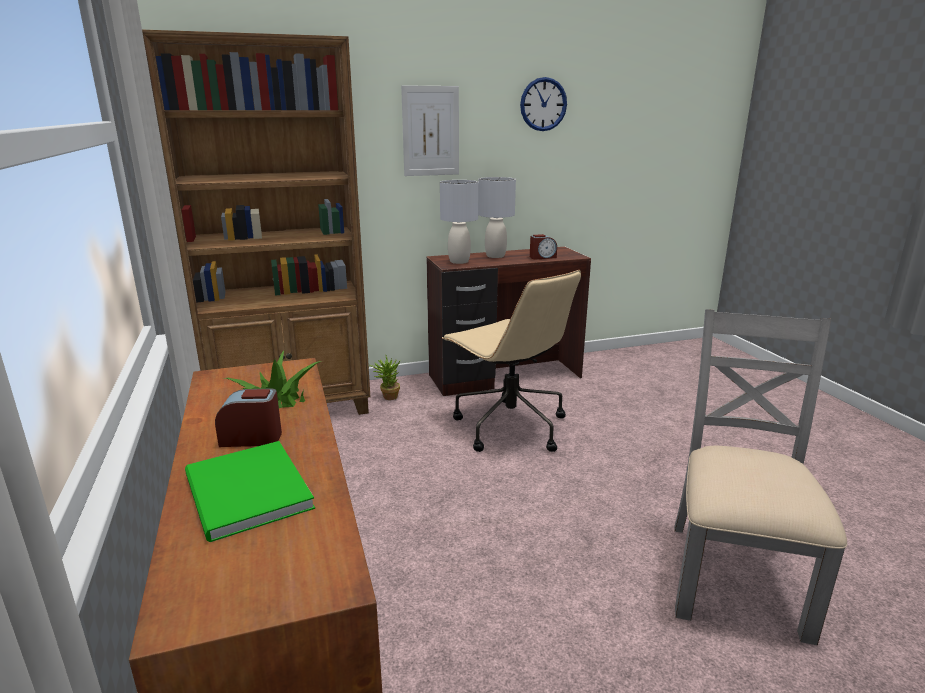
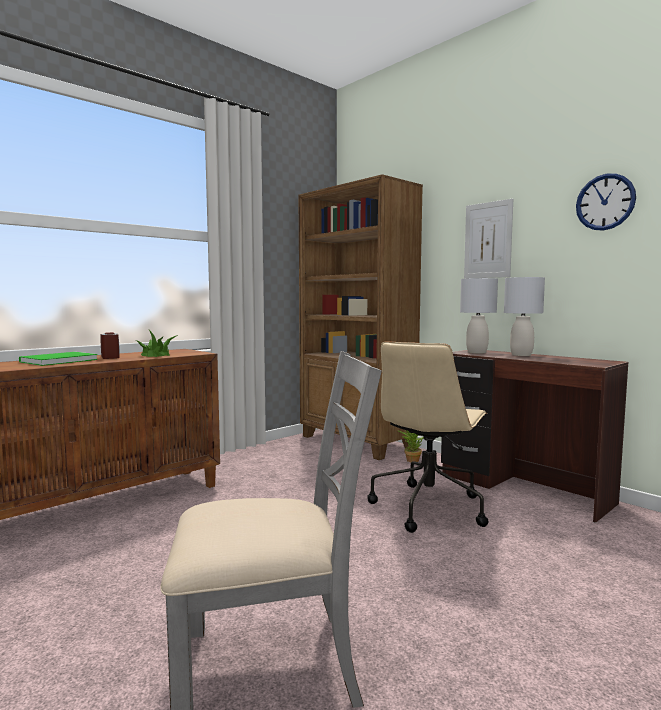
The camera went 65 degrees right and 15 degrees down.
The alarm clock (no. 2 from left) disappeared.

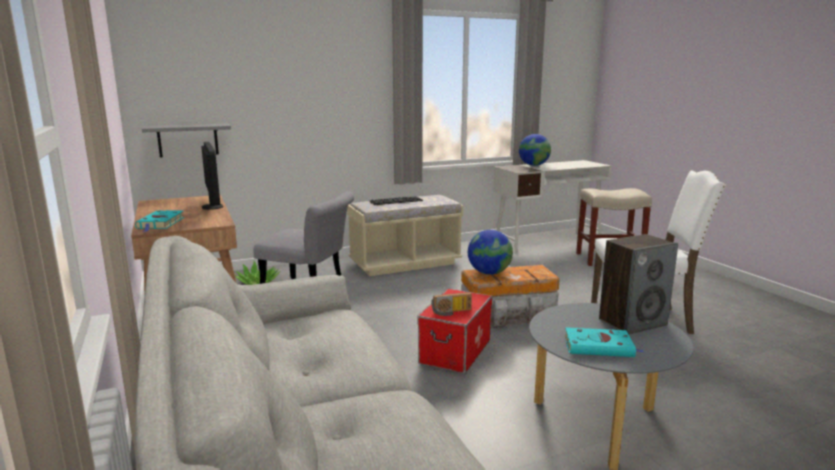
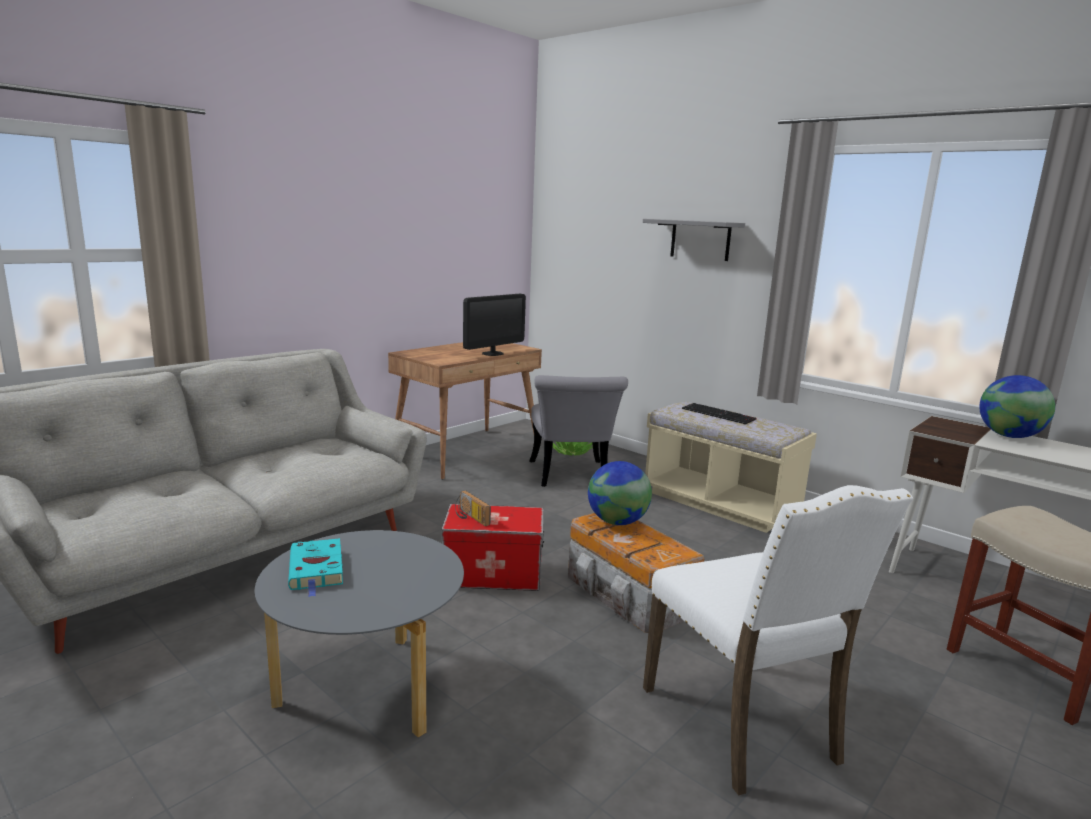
The camera went 65 degrees right and 0 degrees up.
The turquoise book (no. 1 from left) disappeared.
The audio speaker disappeared.
The gray shelf moved.

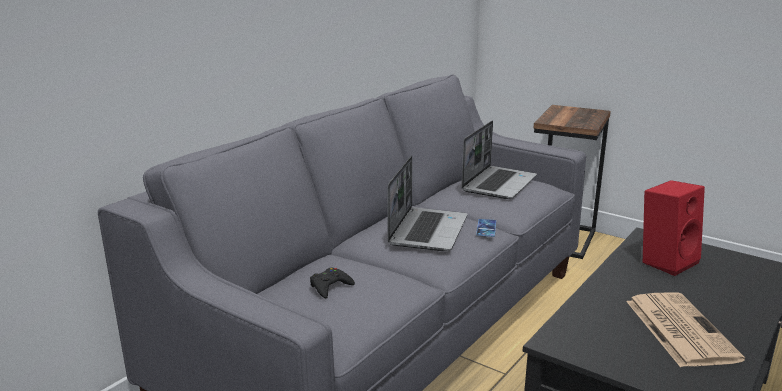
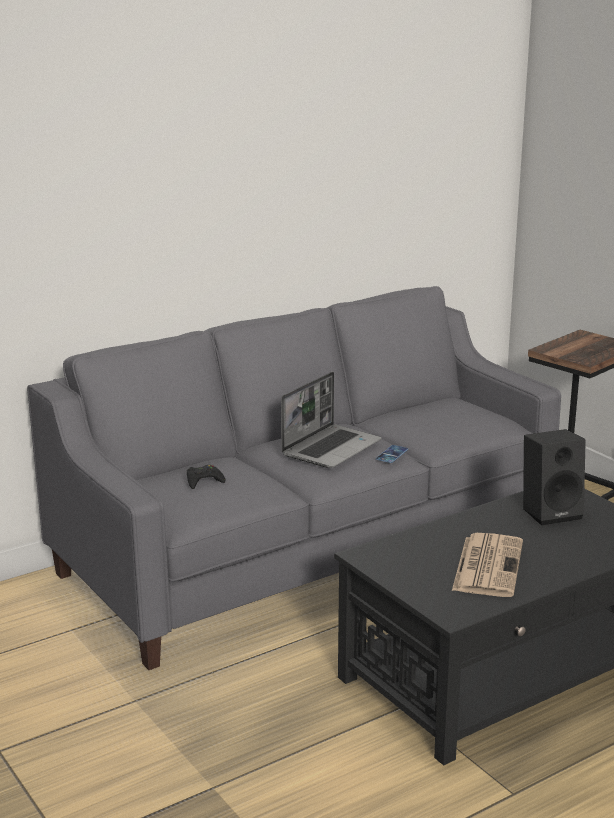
The camera went 20 degrees right and 0 degrees up.
The portable computer (no. 2 from left) disappeared.
The red-coloured audio speaker became the blackish audio speaker.

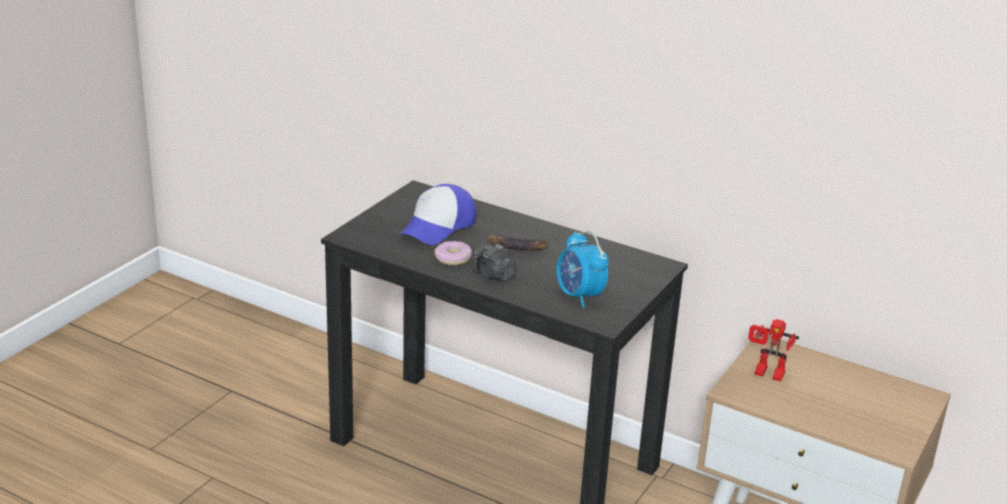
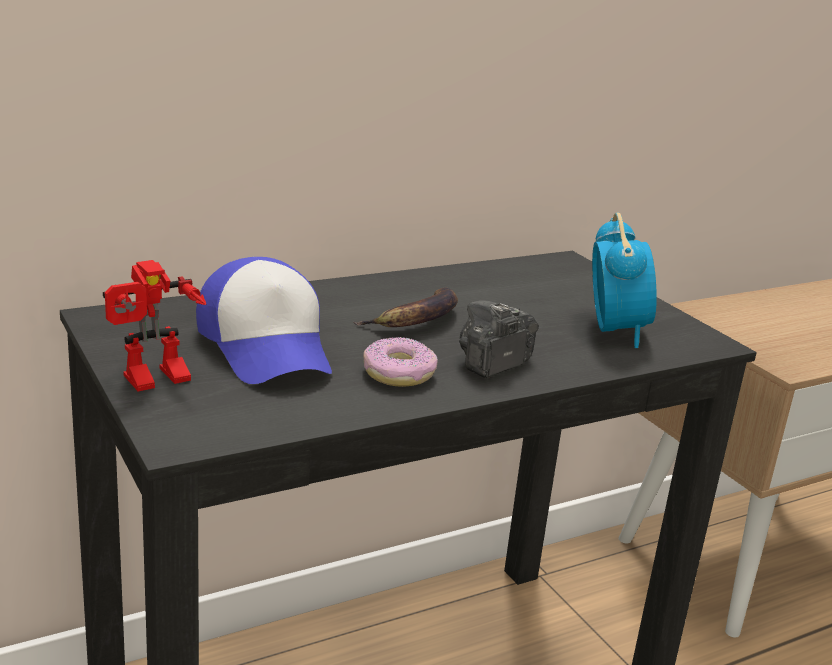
The camera went 60 degrees left and 5 degrees down.
The robot figure moved.
The photo camera turned 150 degrees clockwise.
The alarm clock turned 90 degrees counterclockwise.

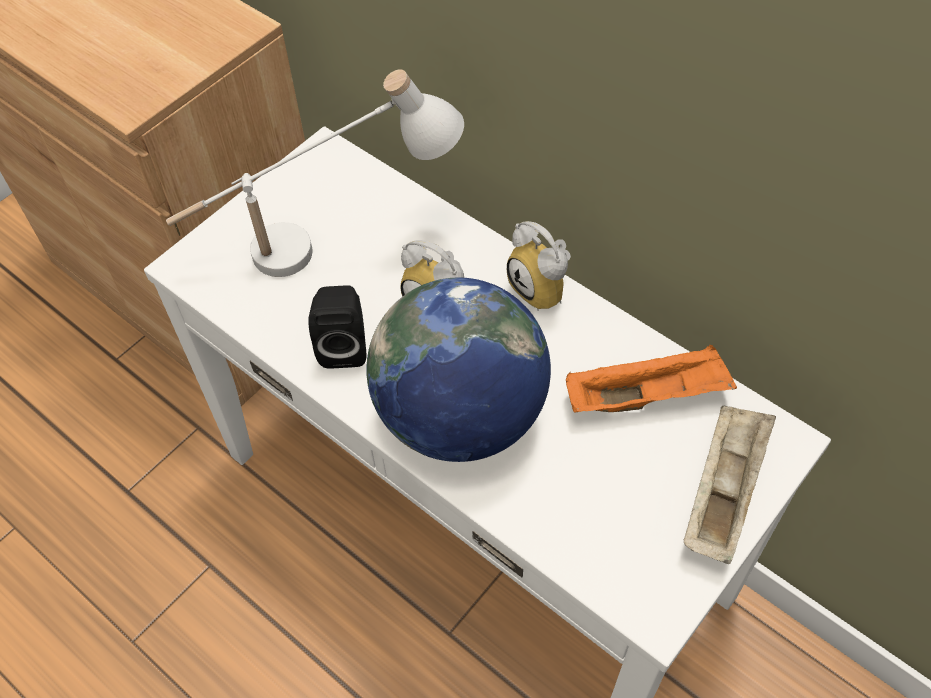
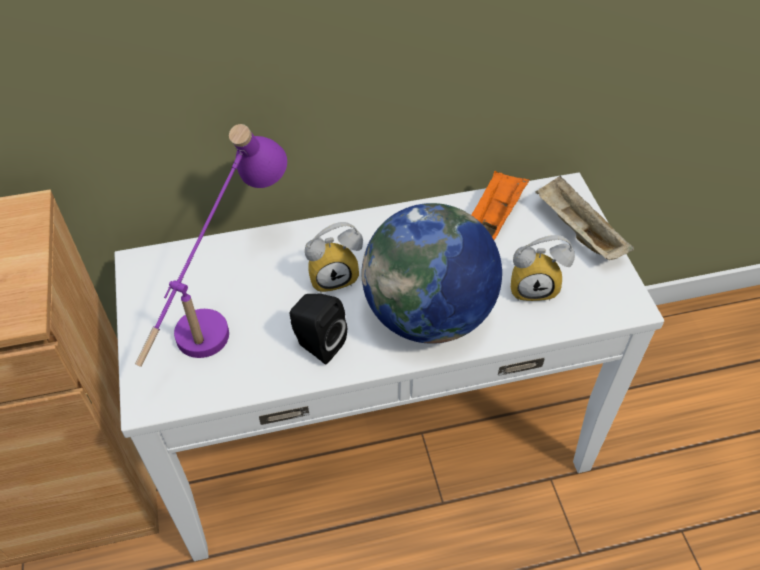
The camera went 55 degrees left and 5 degrees down.
The alarm clock (no. 2 from left) moved.
The whitish tabletop lamp became the purple-coloured tabletop lamp.

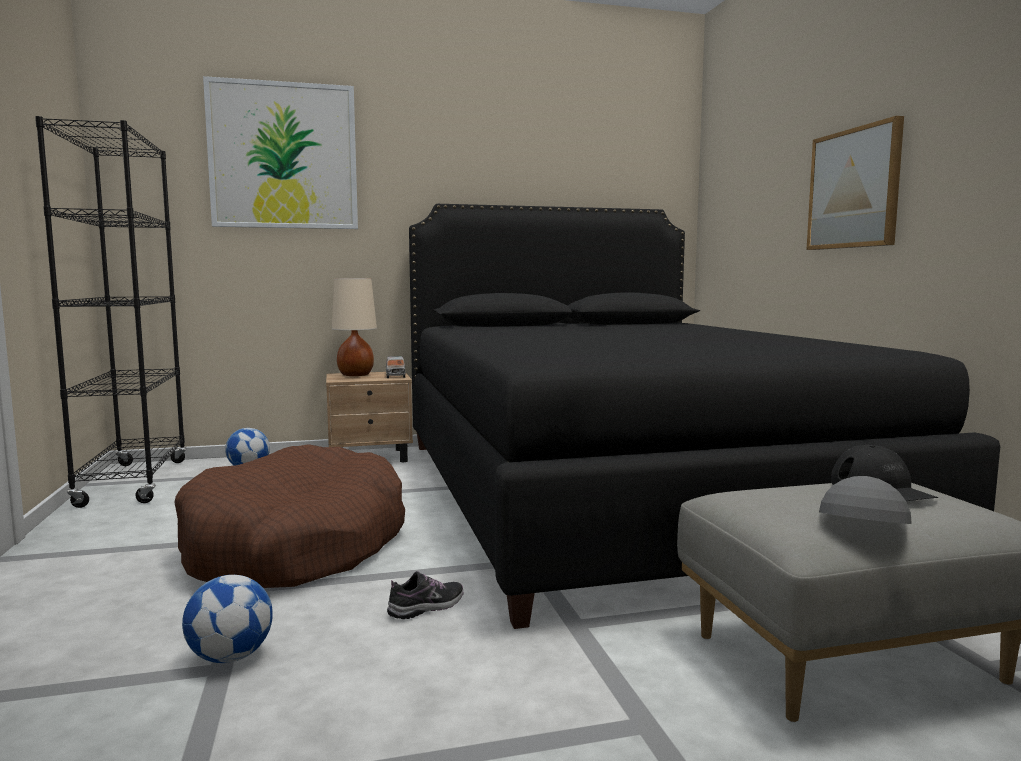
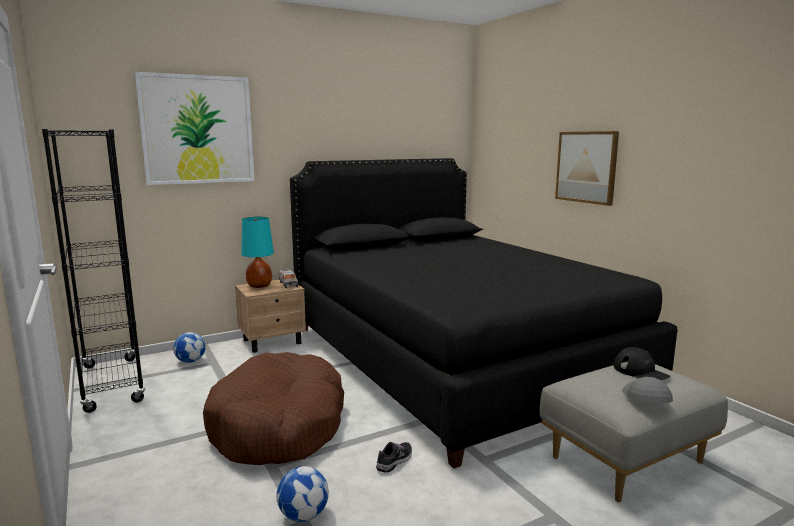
The camera went 15 degrees left and 5 degrees up.
The beige-coloured tabletop lamp became the turquoise tabletop lamp.

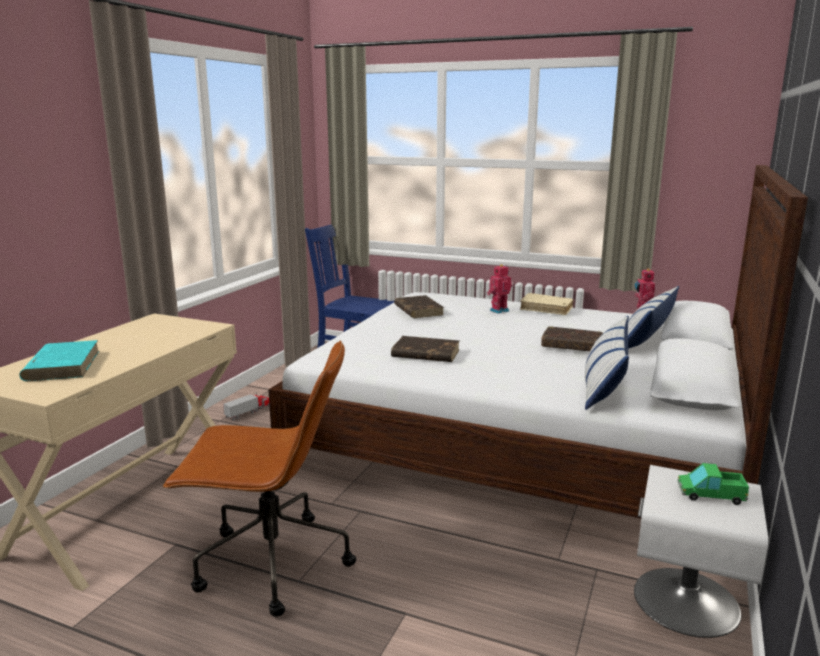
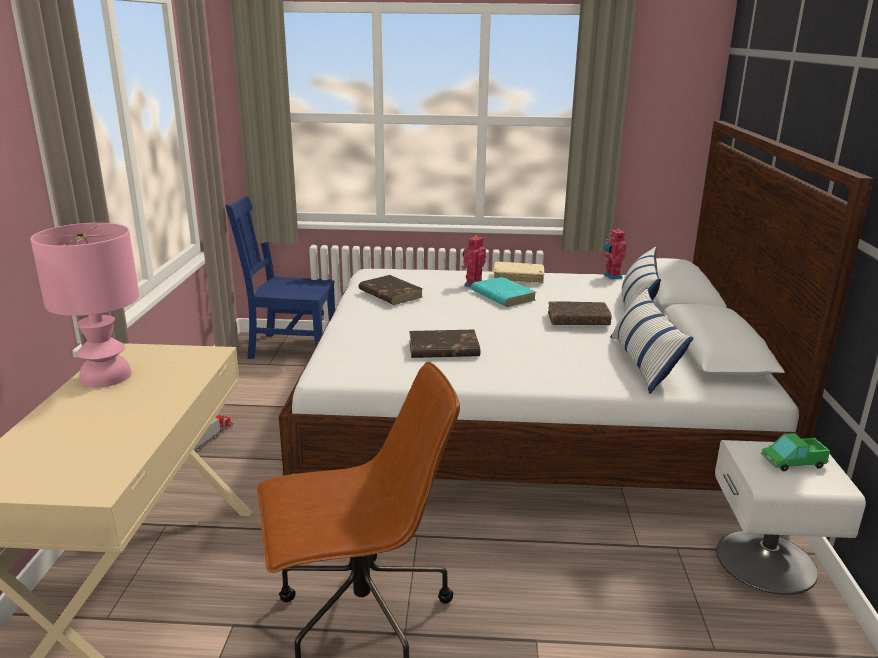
The camera went 20 degrees left and 5 degrees up.
The pink-coloured tabletop lamp appeared.
The turquoise book moved.

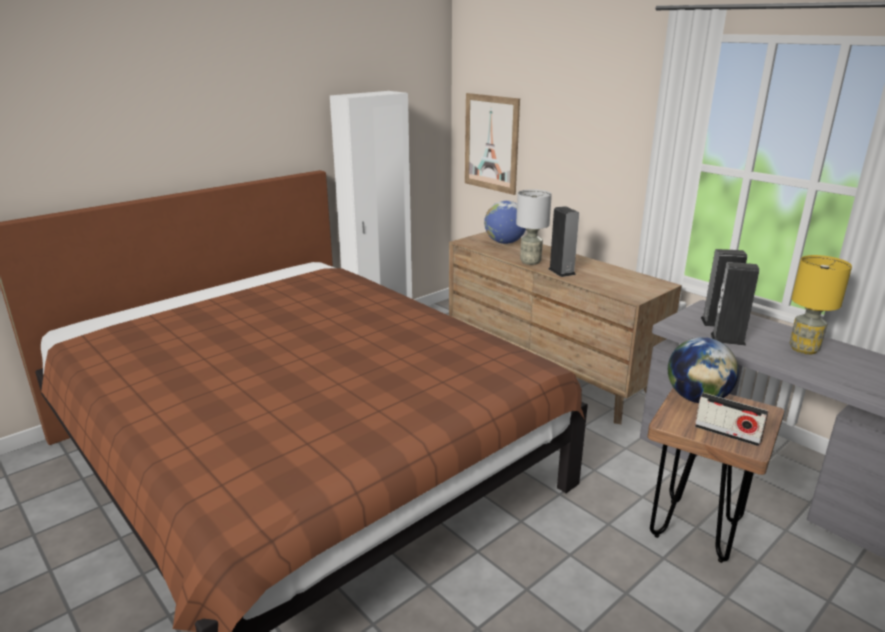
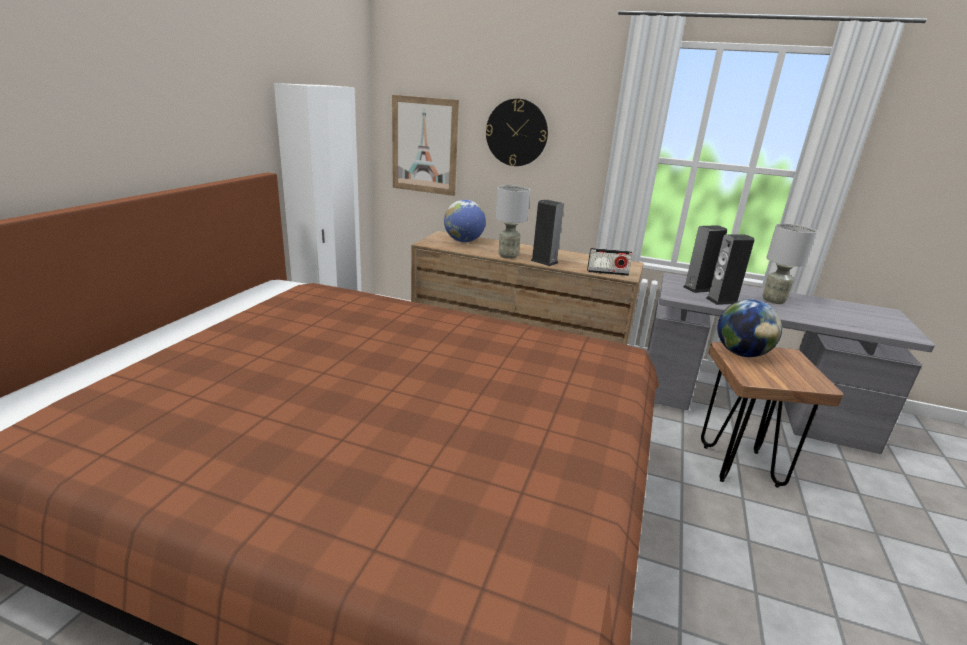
The camera went 30 degrees left and 0 degrees up.
The wall clock appeared.
The radio set moved.
The yellowish tabletop lamp became the gray tabletop lamp (no. 2 from left).

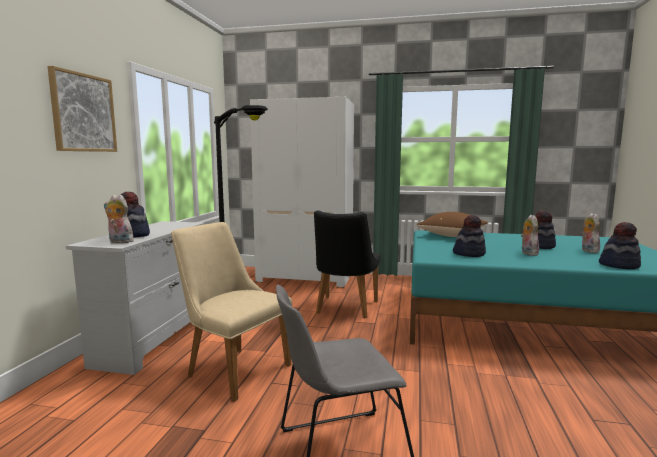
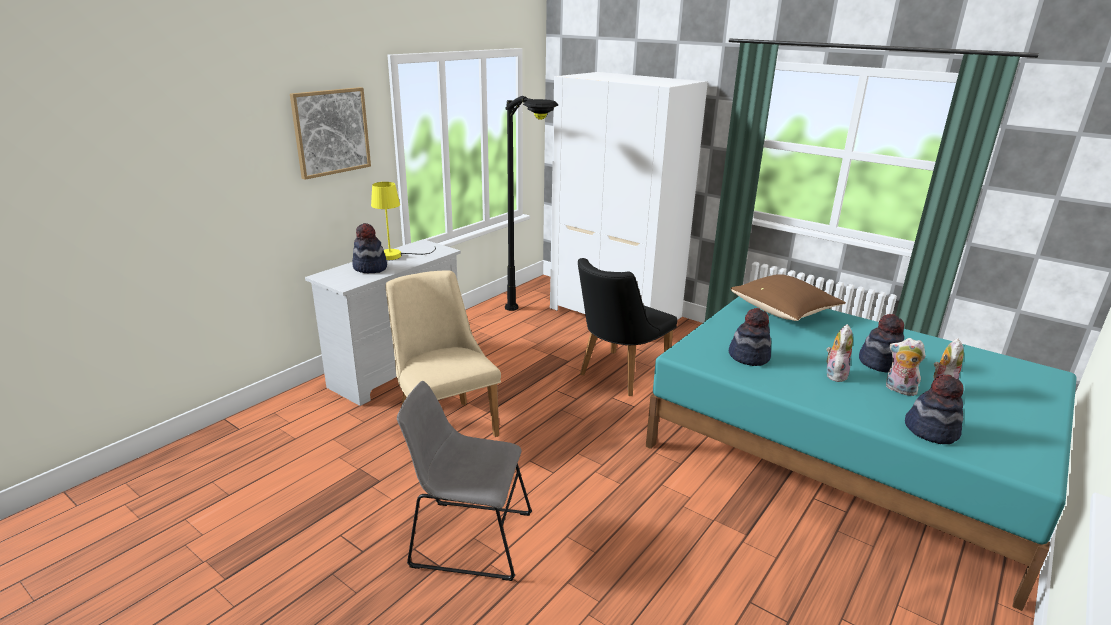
The camera went 25 degrees right and 15 degrees up.
The yellowish tabletop lamp appeared.
The cuddly toy (no. 1 from left in the first image) moved.

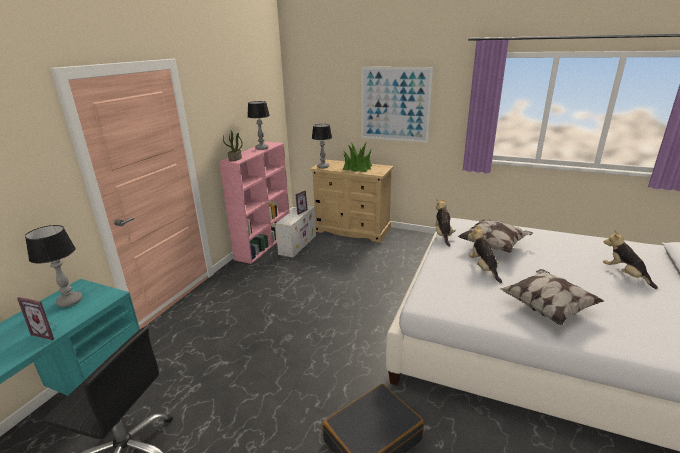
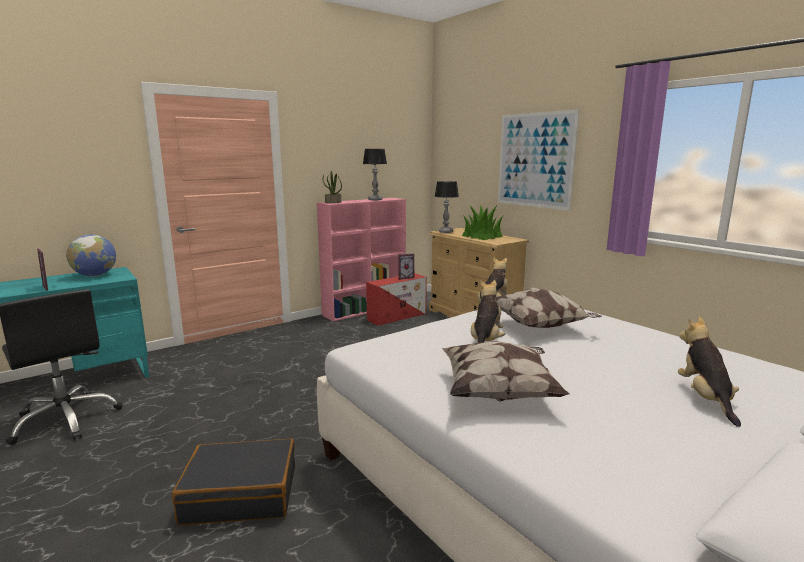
The camera went 30 degrees right and 10 degrees down.
The tabletop lamp (no. 1 from left) was replaced by the world globe.
The whitish storage container became the red-coloured storage container.

